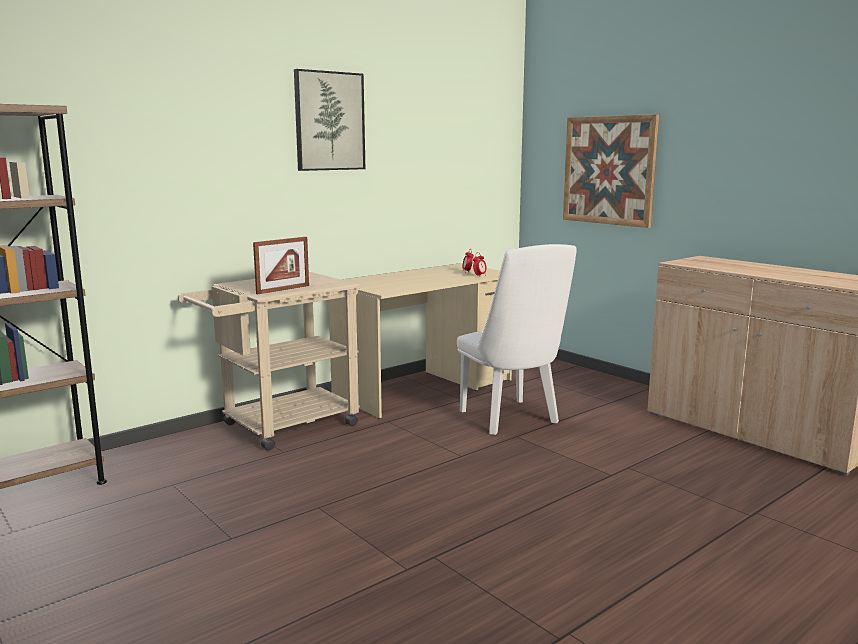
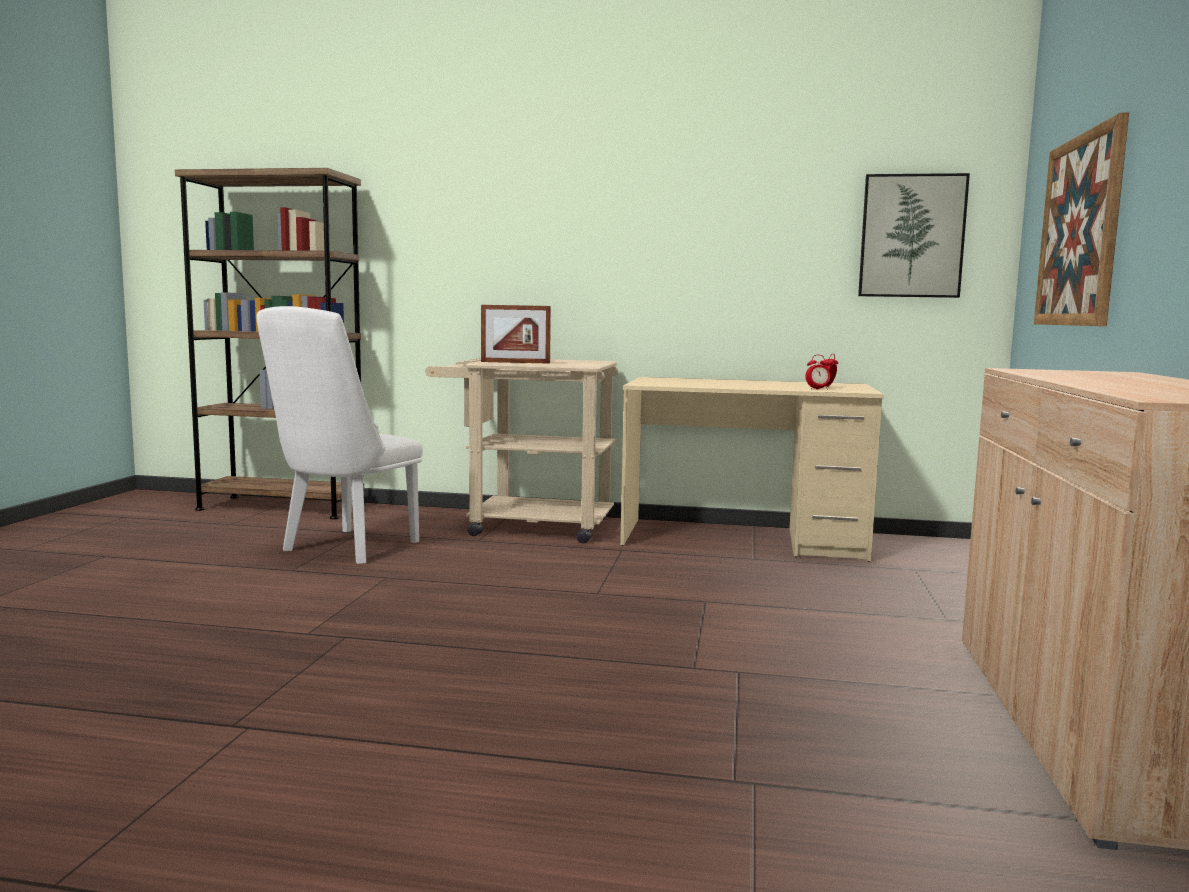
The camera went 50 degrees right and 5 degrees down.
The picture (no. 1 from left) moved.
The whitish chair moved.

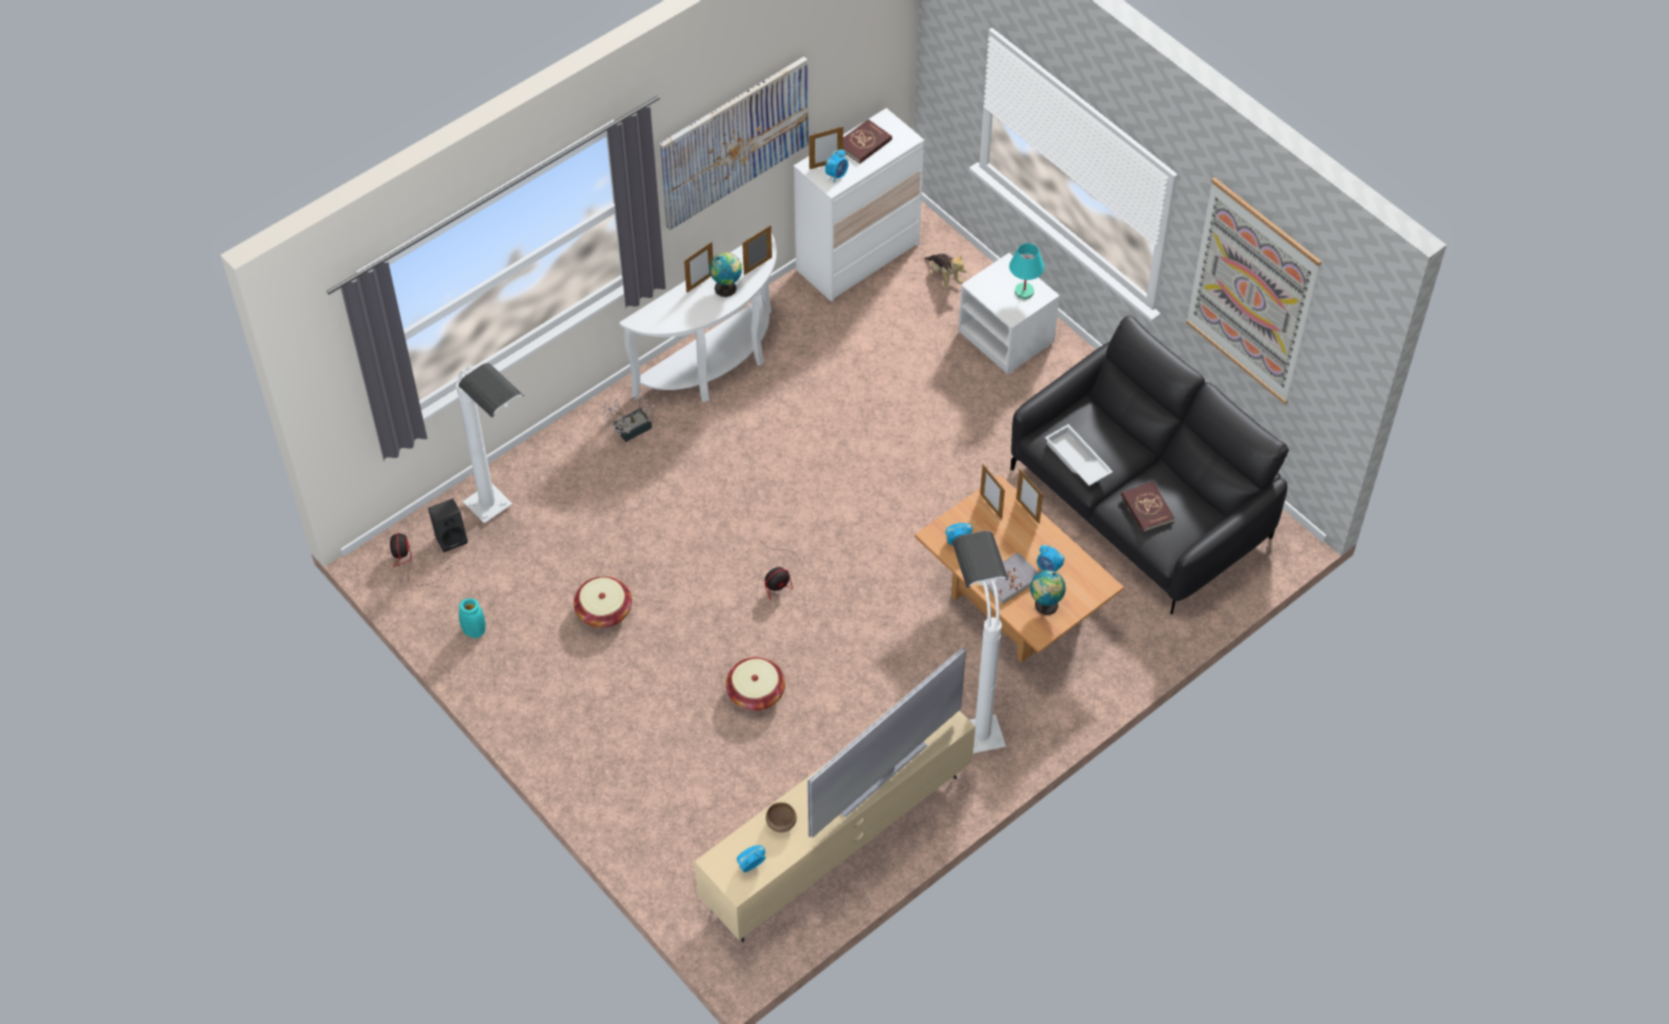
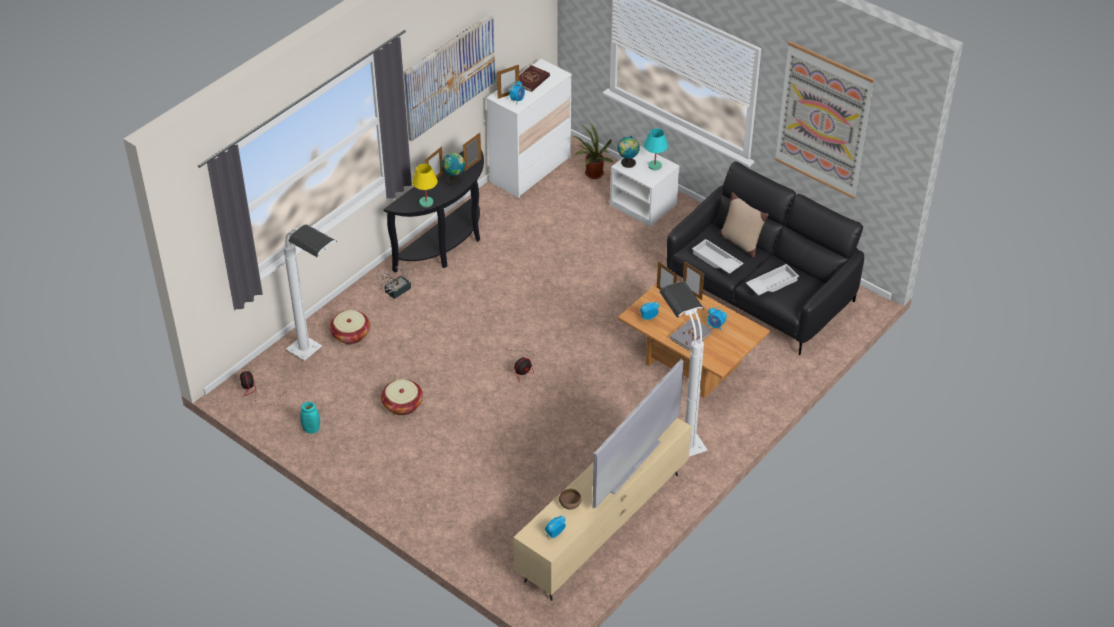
The camera went 10 degrees left and 10 degrees down.
The blackish audio speaker disappeared.
The yellowish tabletop lamp appeared.
The beige-coloured pillow appeared.
The storage basket (no. 2 from left in the first image) moved.
The world globe (no. 2 from left) moved.
The cuddly toy was replaced by the houseplant (no. 2 from left).
The red-coloured book (no. 2 from left) was replaced by the whitish carrying tray (no. 2 from left).
The whitish narrow table became the blackish narrow table.

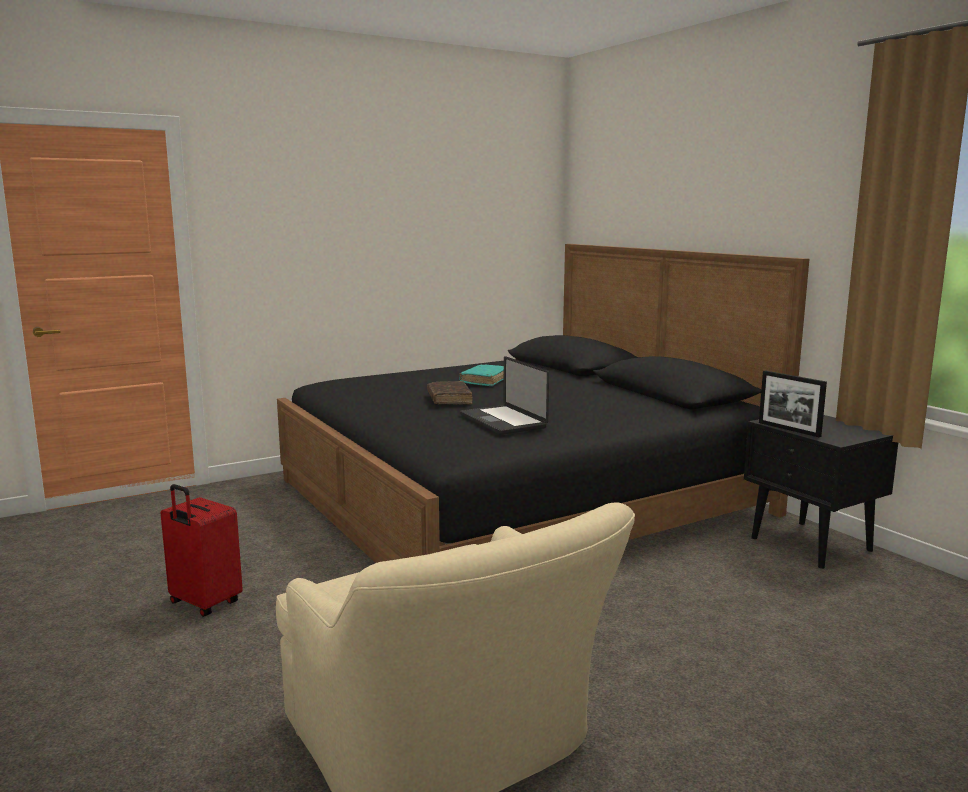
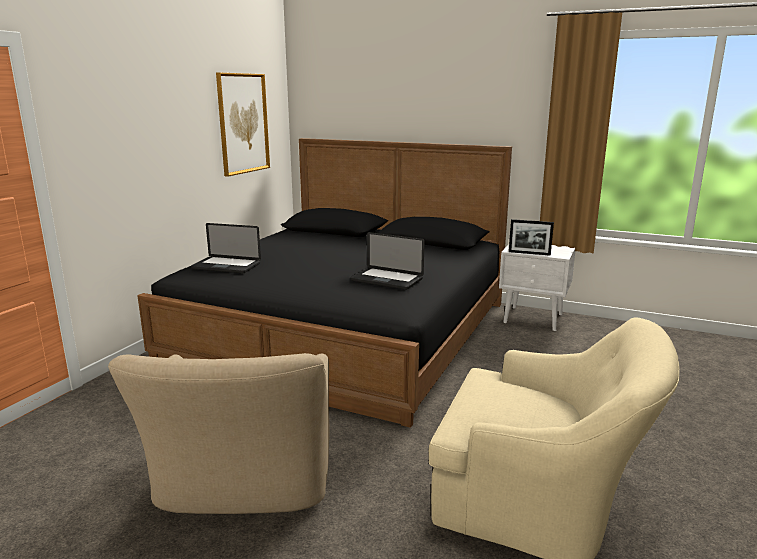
The camera went 35 degrees left and 5 degrees up.
The brown-coloured book disappeared.
The turquoise book disappeared.
The portable computer (no. 1 from left) appeared.
The picture appeared.
The red-coloured suitcase was replaced by the beige-coloured easy chair (no. 1 from left).
The blackish bedside table became the whitish bedside table.

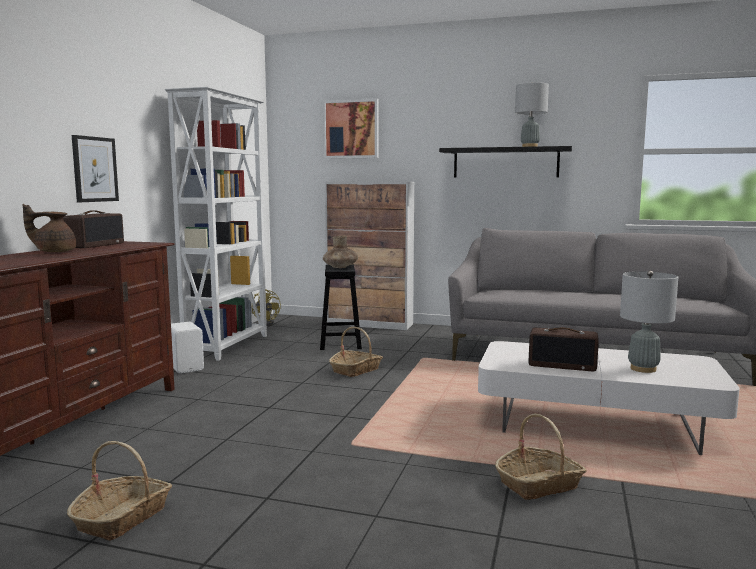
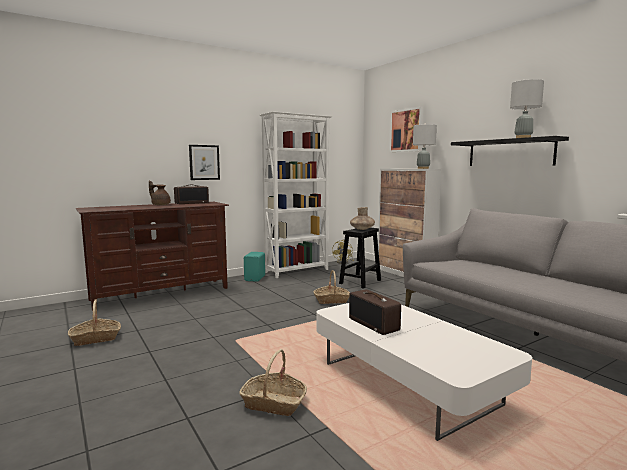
The camera went 40 degrees right and 0 degrees up.
The gray tabletop lamp (no. 2 from left in the first image) moved.
The whitish audio speaker became the turquoise audio speaker.

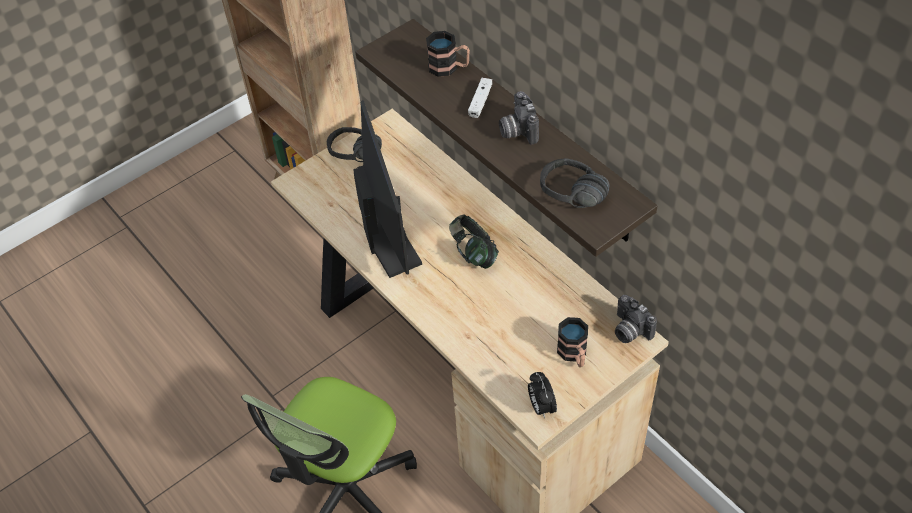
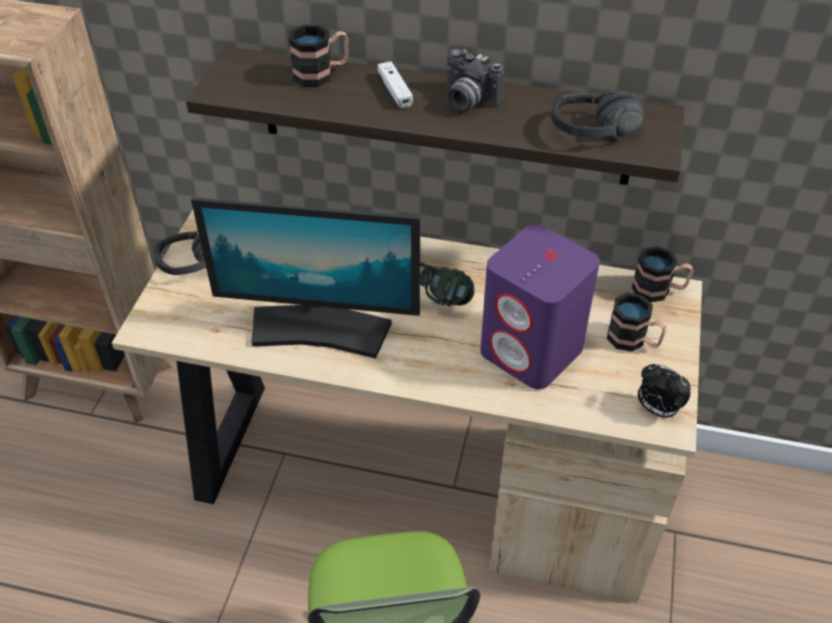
The camera went 40 degrees left and 5 degrees down.
The purple-coloured audio speaker appeared.
The photo camera (no. 2 from left) was replaced by the coffee mug (no. 3 from left).
The computer screen turned 150 degrees clockwise.

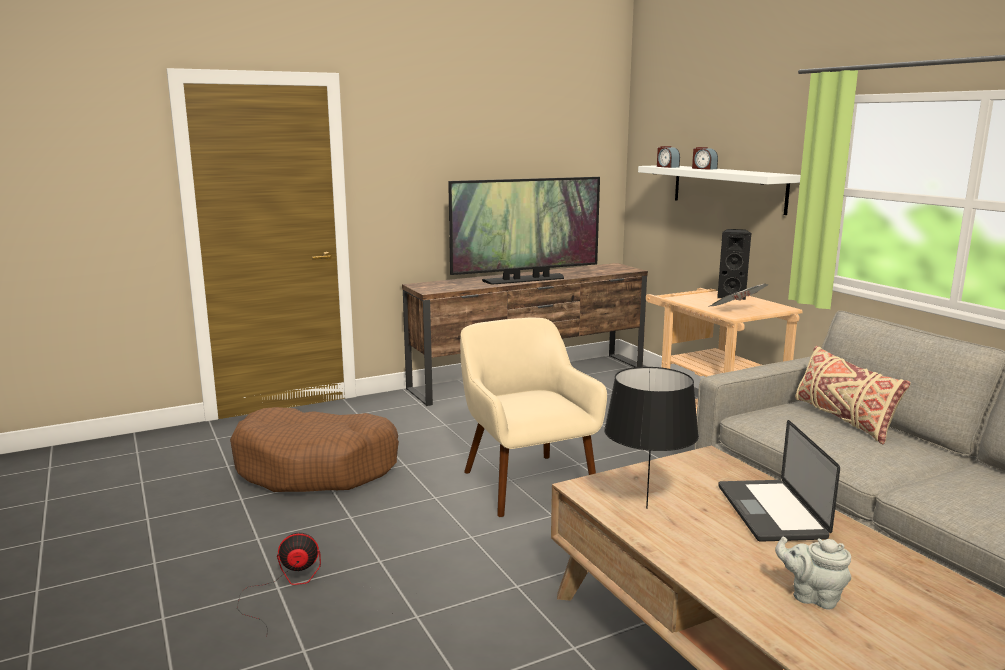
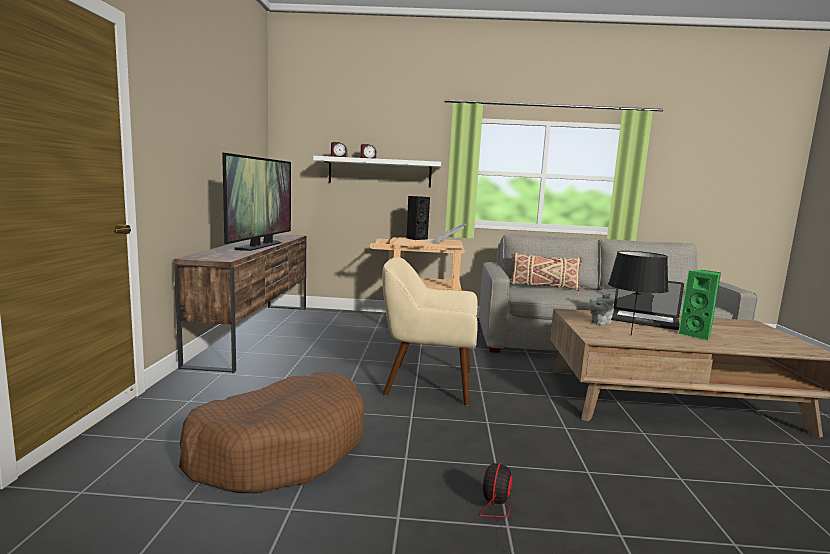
The camera went 60 degrees left and 5 degrees down.
The greenish audio speaker appeared.
The gray pot for tea moved.

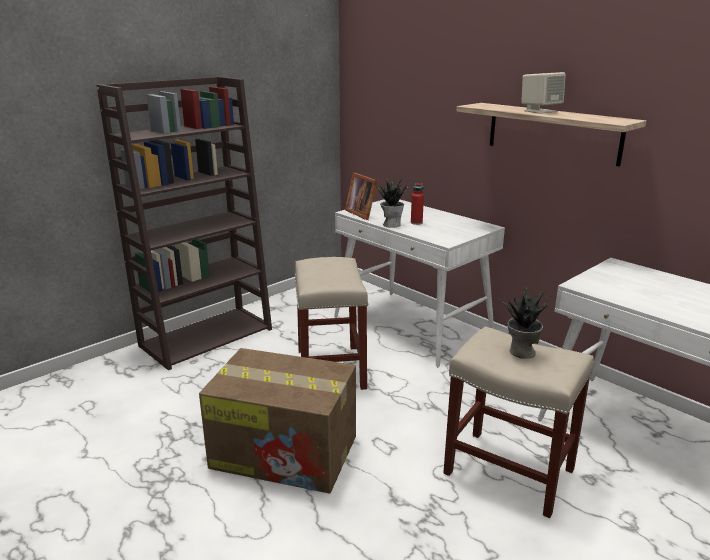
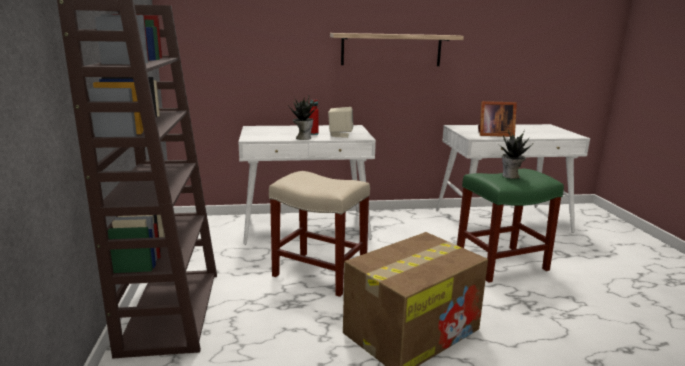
The camera went 55 degrees left and 5 degrees down.
The photo frame moved.
The beige-coloured audio speaker moved.
The beige-coloured stool (no. 2 from left) became the greenish stool.

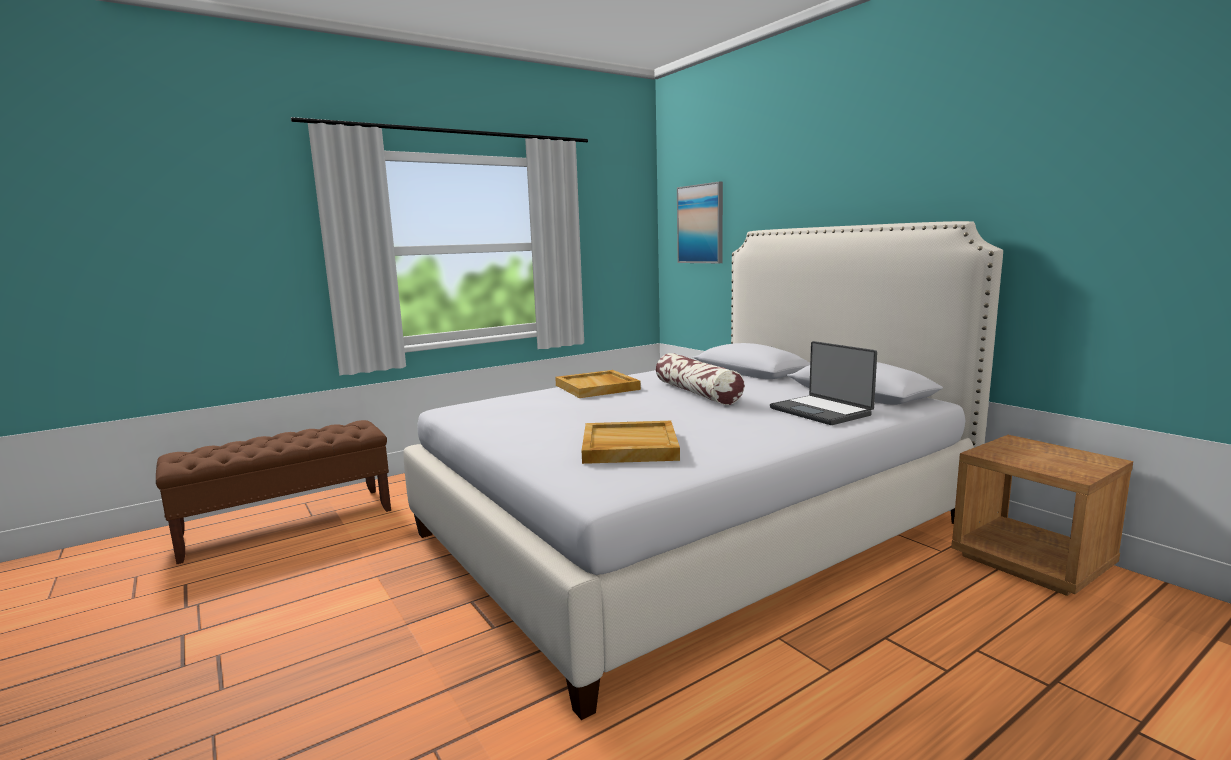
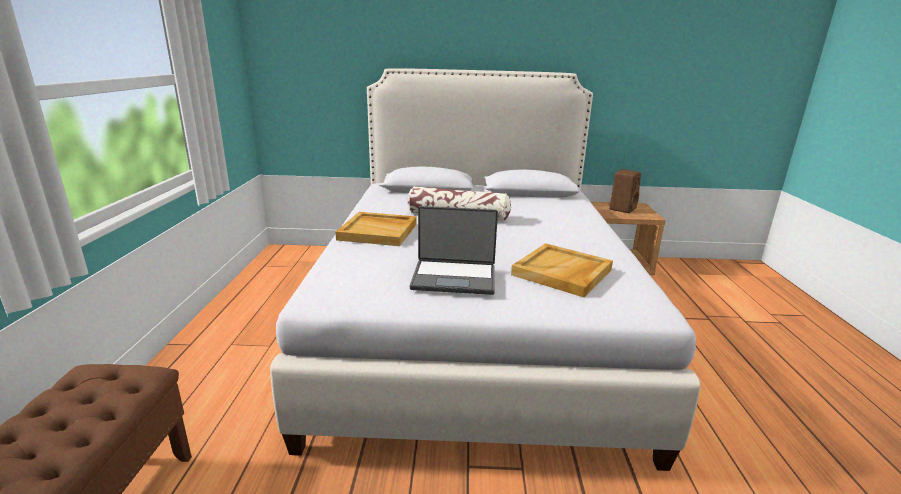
The camera went 55 degrees left and 10 degrees up.
The picture disappeared.
The brown-coloured audio speaker appeared.
The portable computer moved.

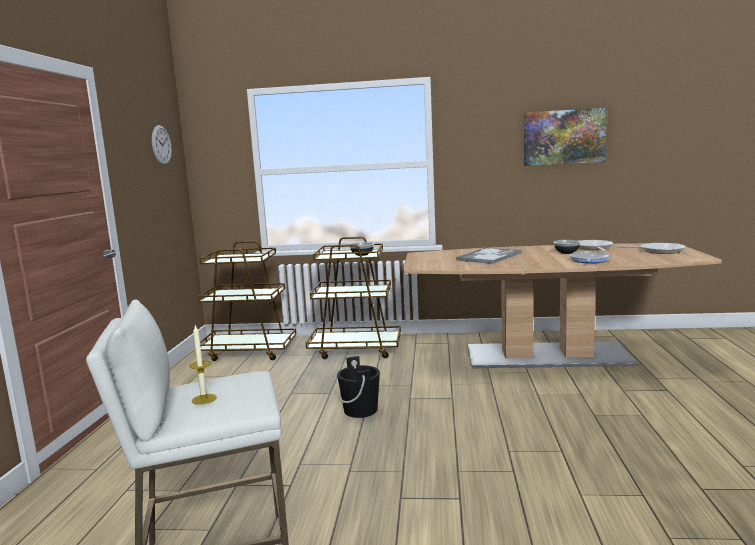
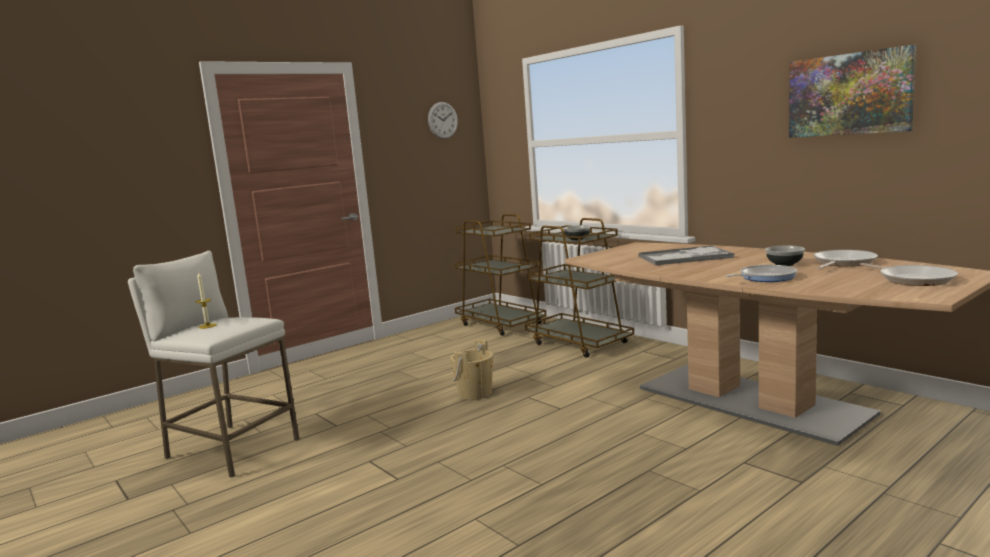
The camera went 45 degrees right and 0 degrees up.
The blackish water bucket became the beige-coloured water bucket.

